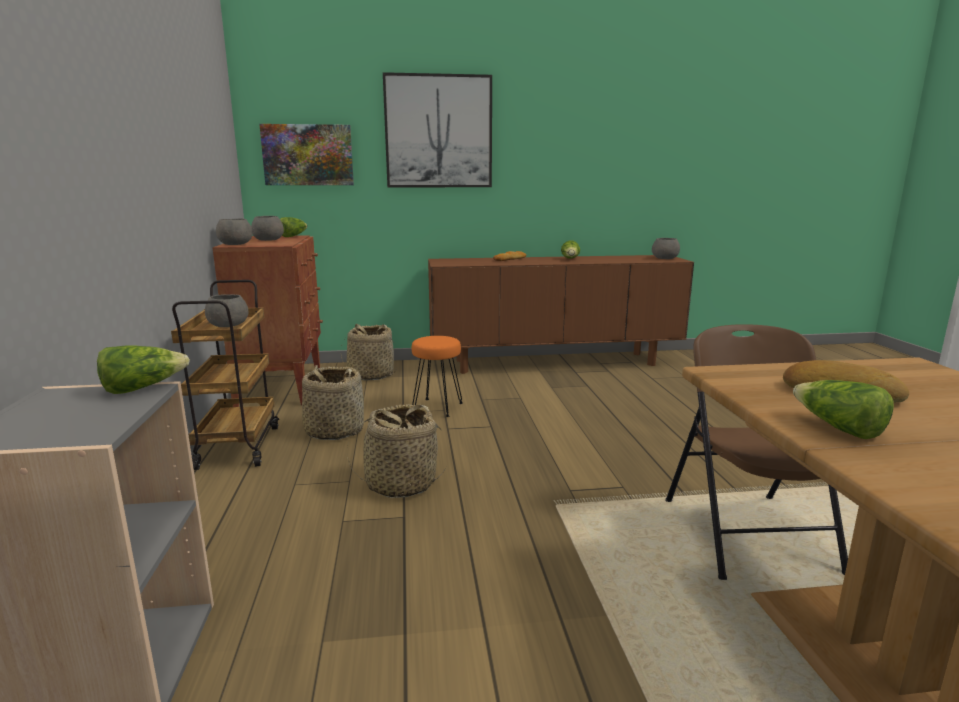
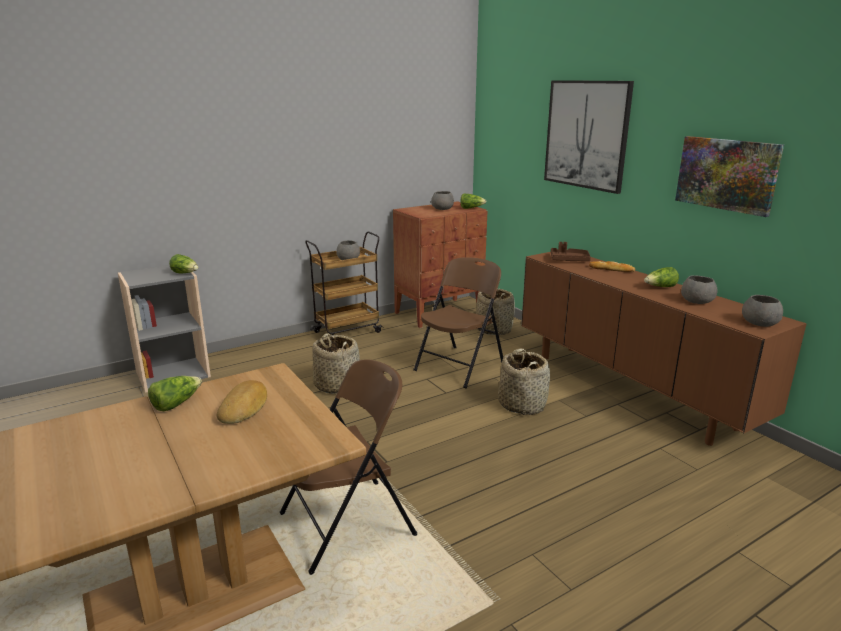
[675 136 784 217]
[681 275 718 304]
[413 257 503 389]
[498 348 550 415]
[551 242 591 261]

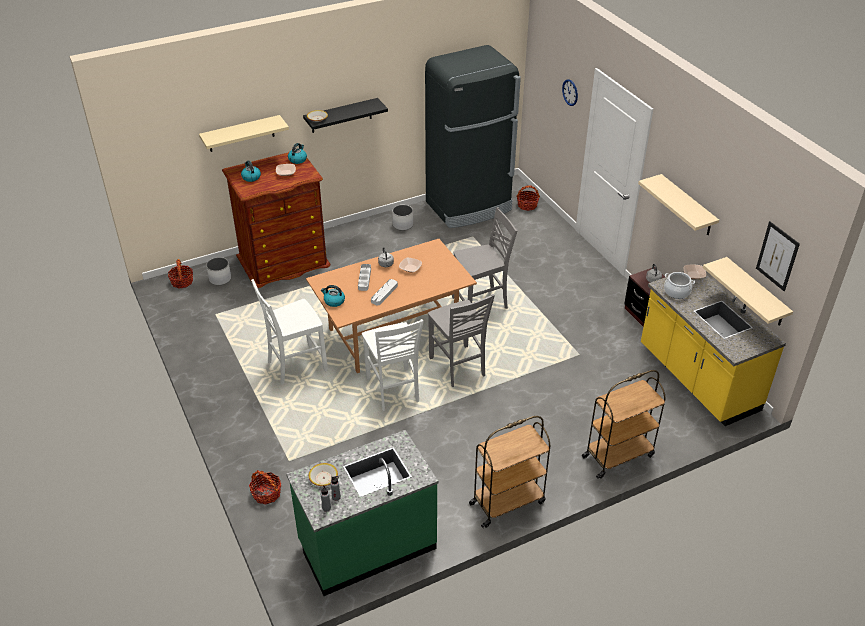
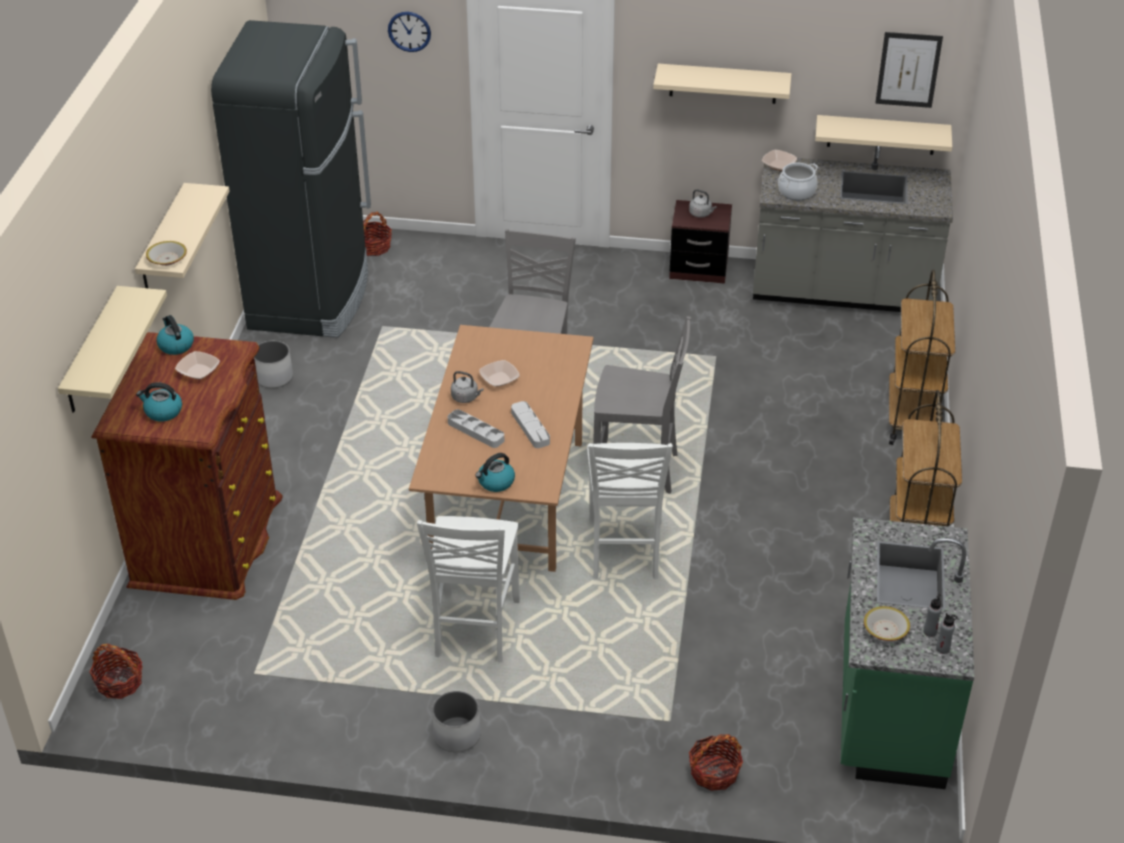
[135 183 230 288]
[432 691 481 752]
[753 146 953 312]
[587 443 673 579]

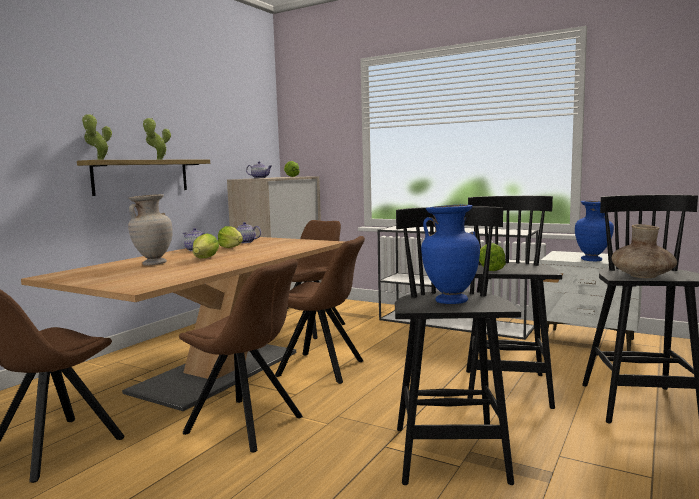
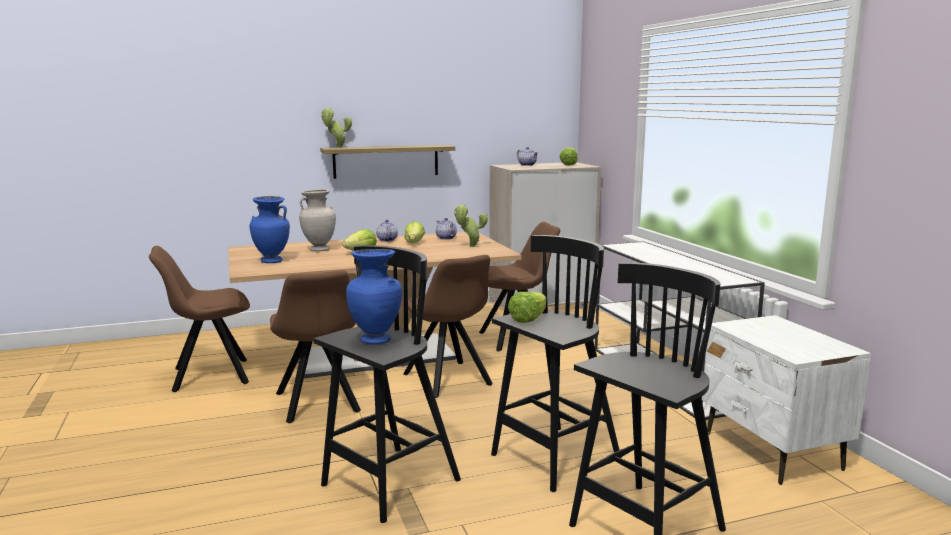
[454 204 488 247]
[250 196 290 263]
[611 224 677 278] (first image)

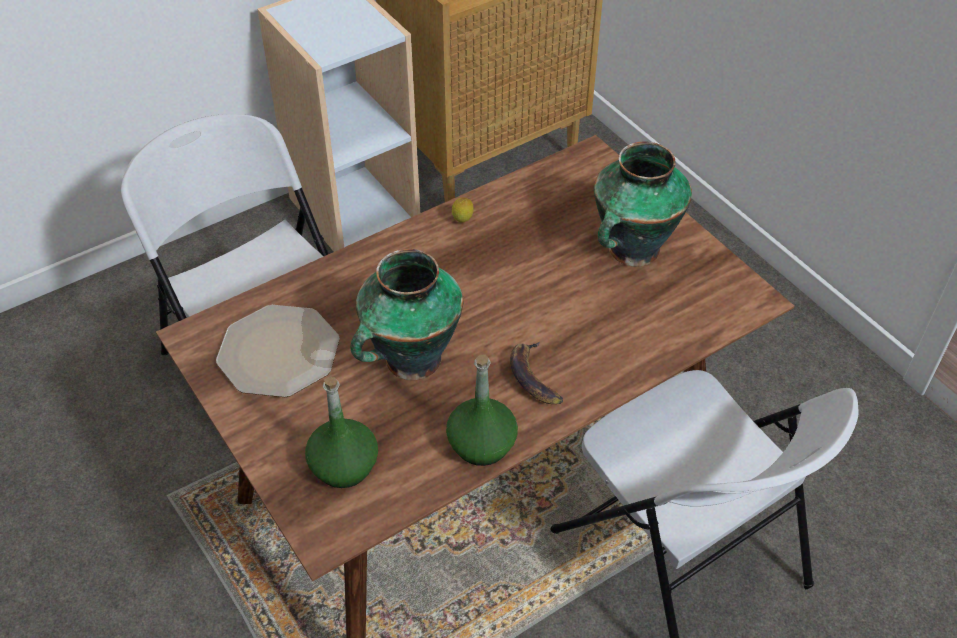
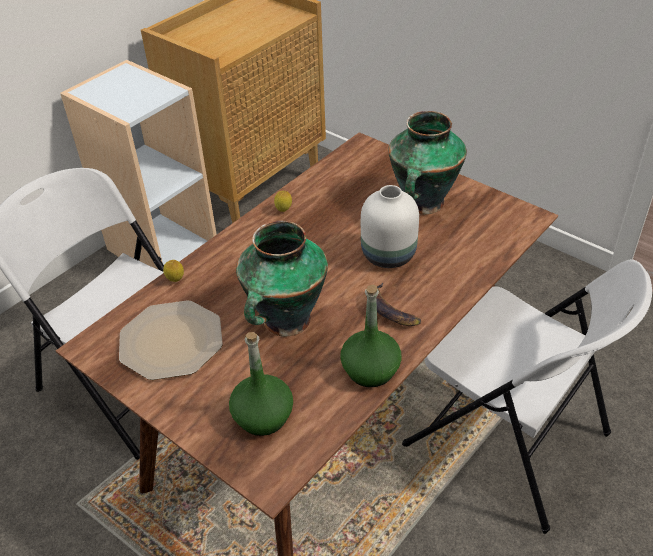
[361 185 419 268]
[163 260 184 282]

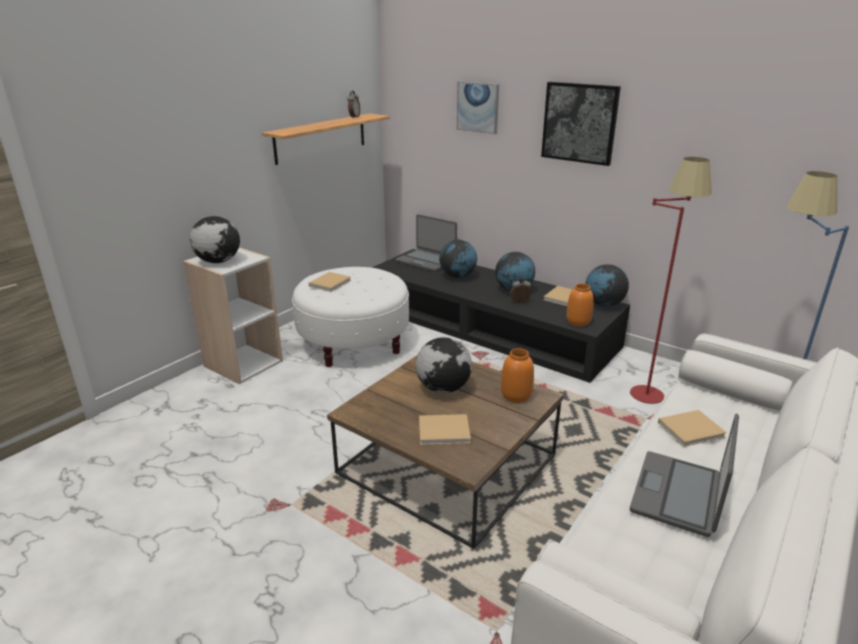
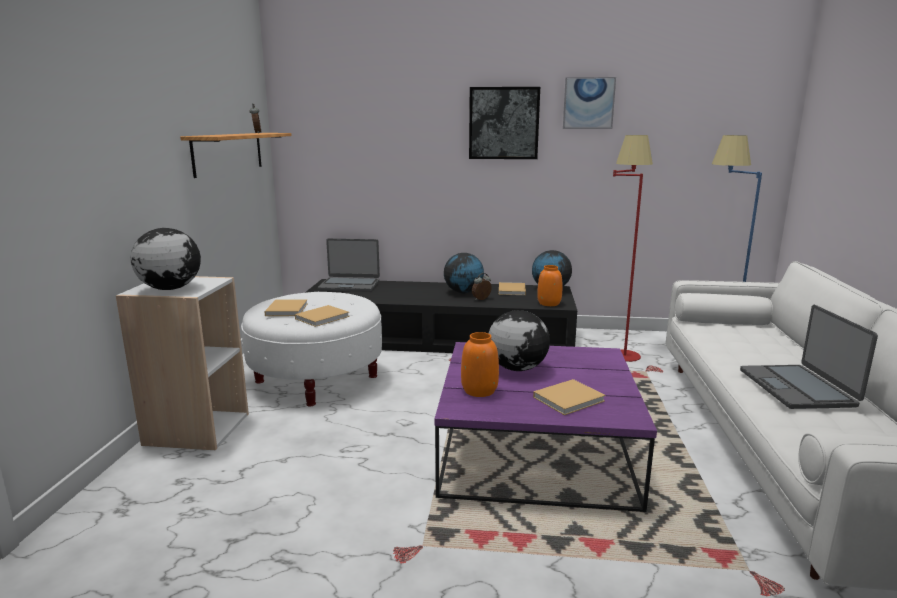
[563 77 616 129]
[439 240 477 278] (first image)
[461 332 499 397]
[435 342 657 512]
[295 305 350 327]

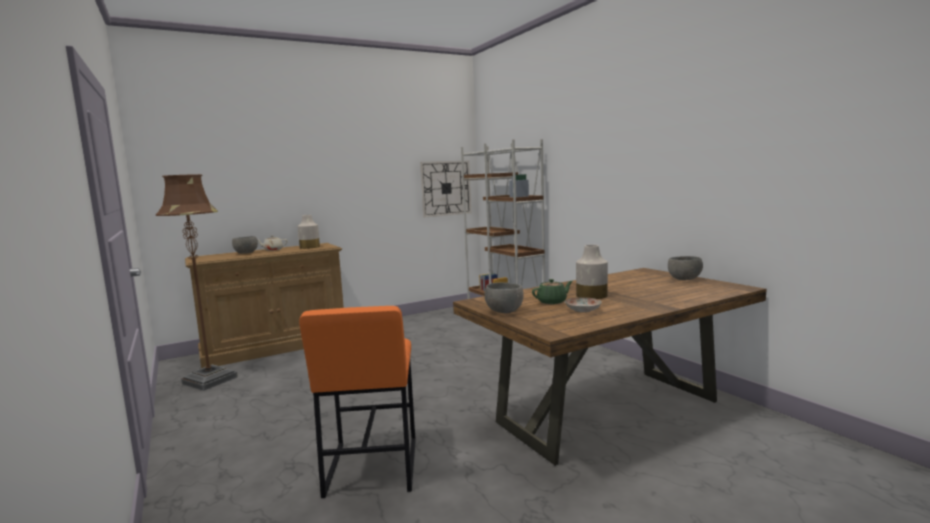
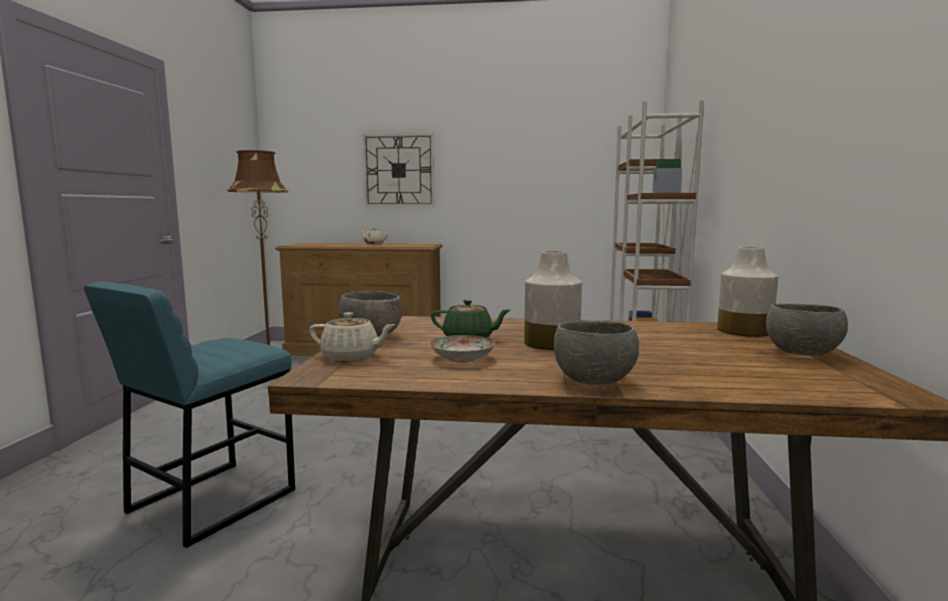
[363 133 434 206]
[717 247 778 337]
[554 321 639 385]
[84 281 295 548]
[309 312 396 362]

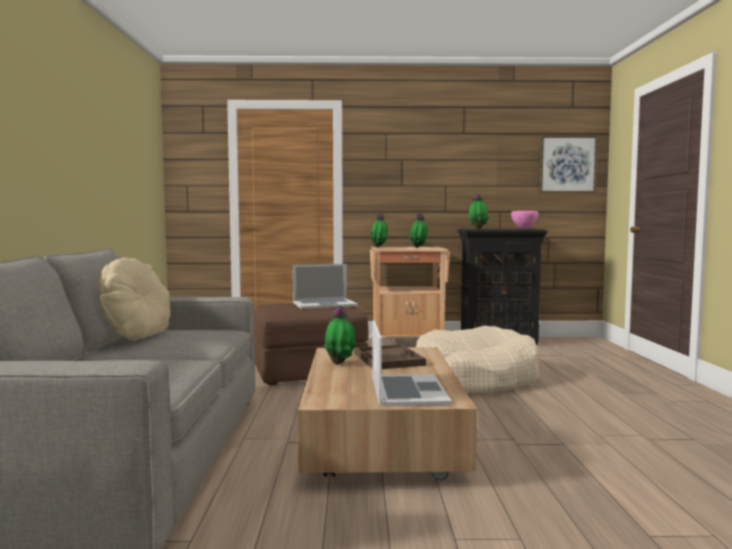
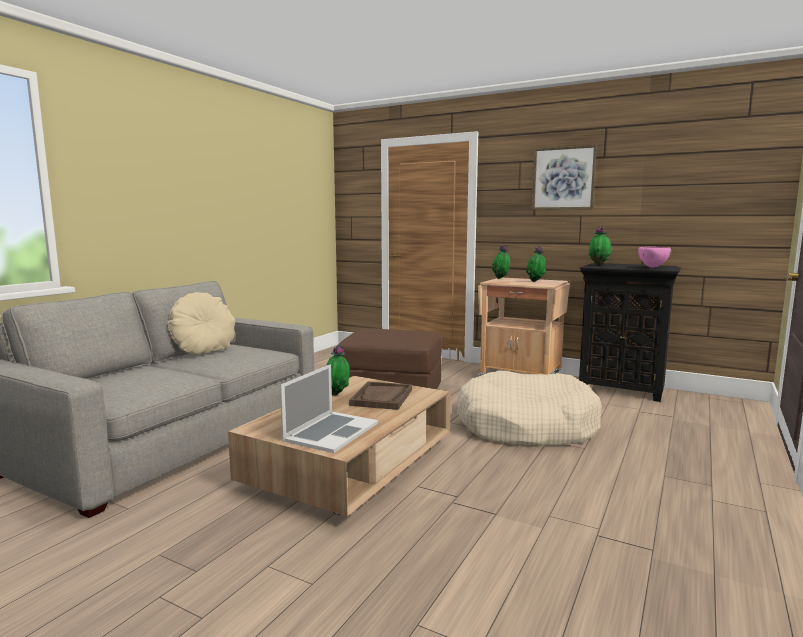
[532 145 597 210]
[293 264 358 309] (first image)

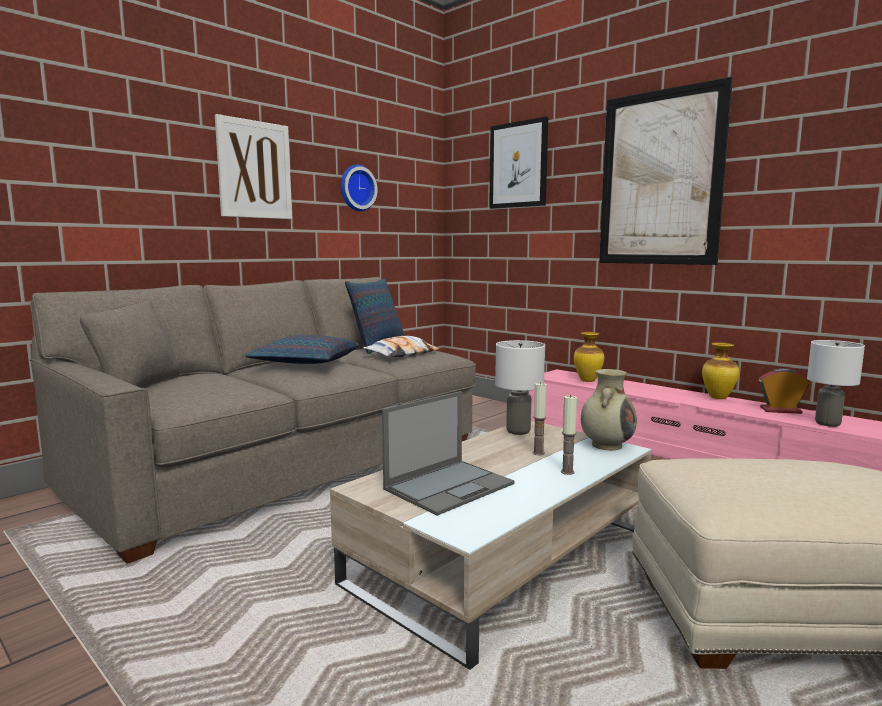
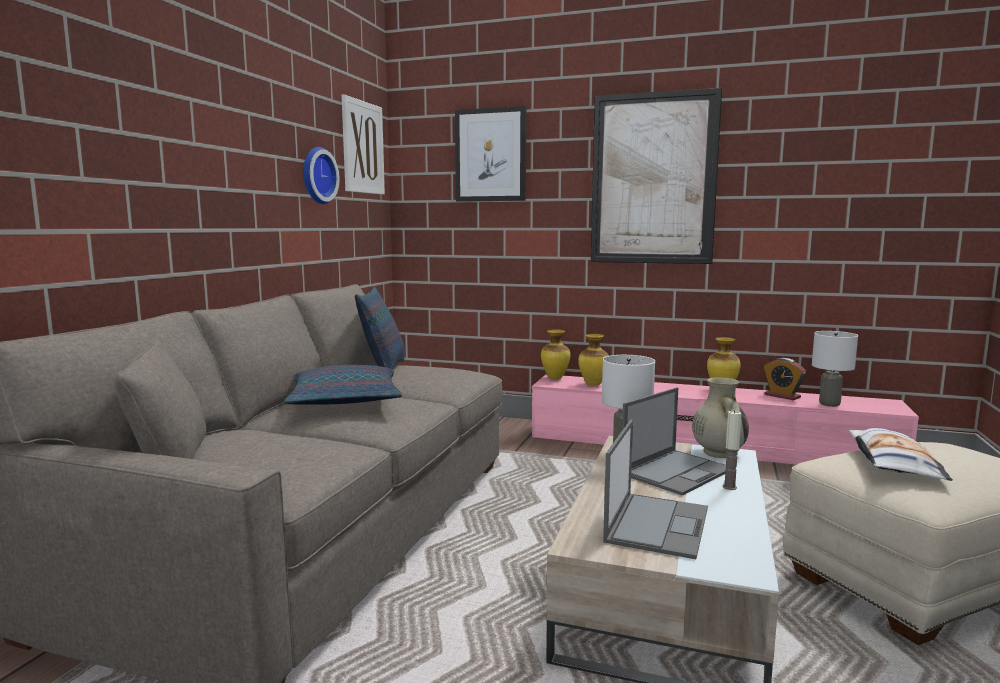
[342 94 385 195]
[849 428 953 481]
[764 358 806 400]
[622 387 726 496]
[541 329 570 379]

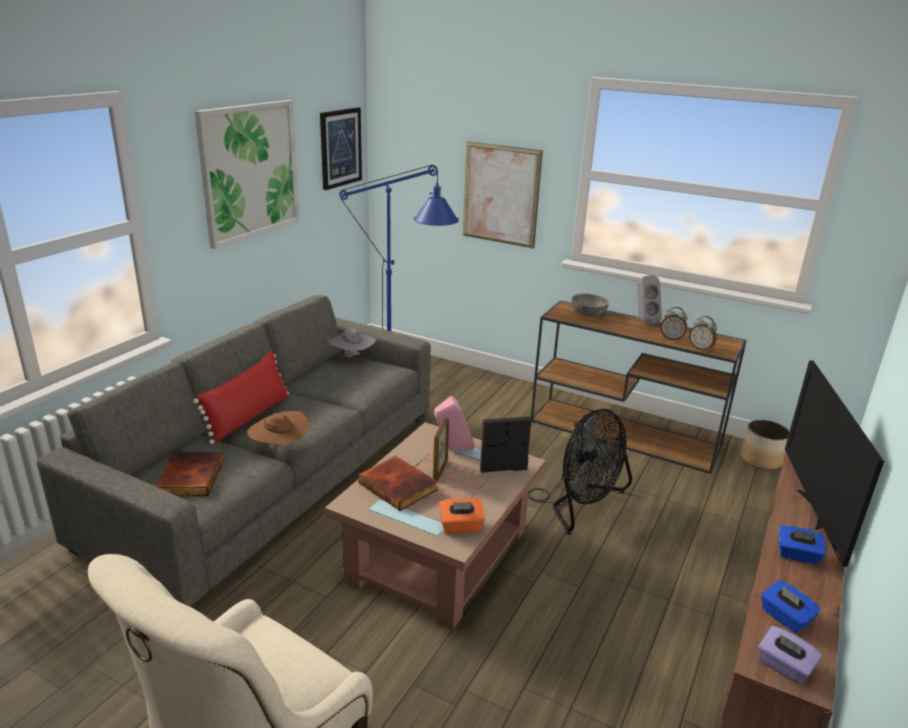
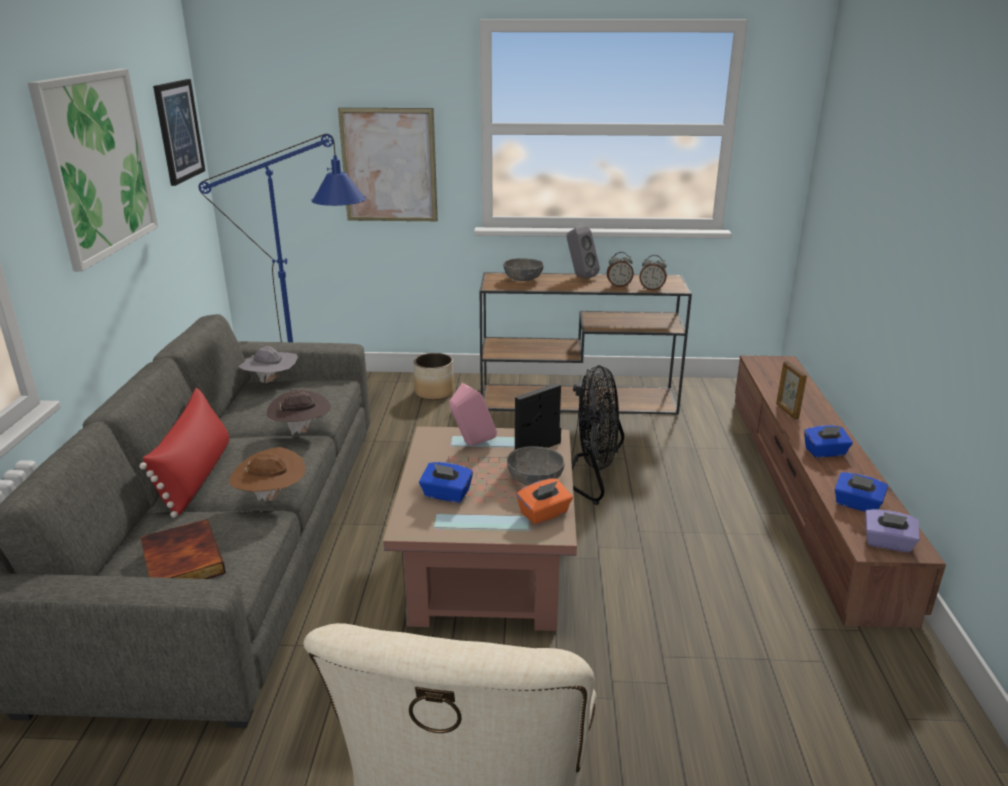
[785 360 884 567] (first image)
[776 361 807 420]
[414 353 454 400]
[419 462 473 503]
[266 389 331 435]
[507 446 565 486]

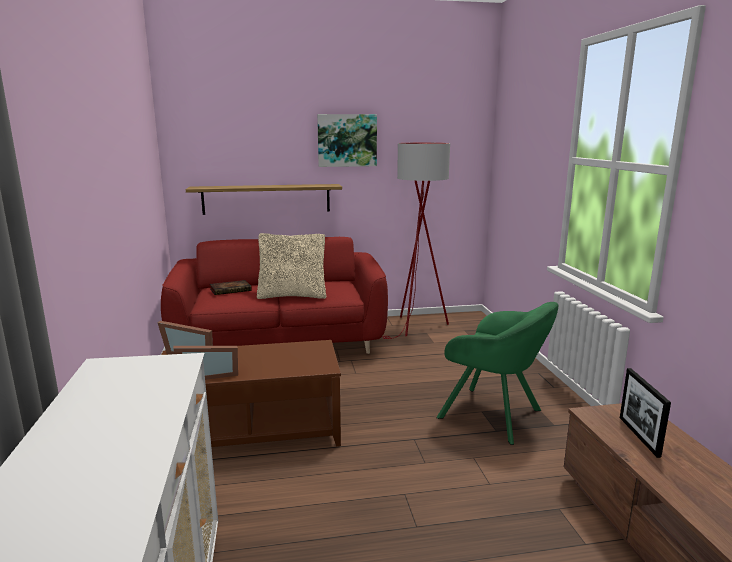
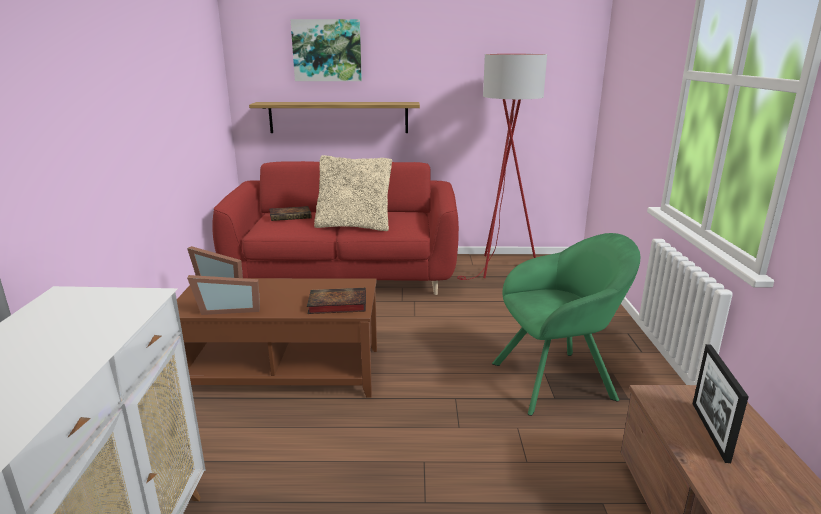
[290 19 362 81]
[492 233 640 416]
[307 288 366 314]

